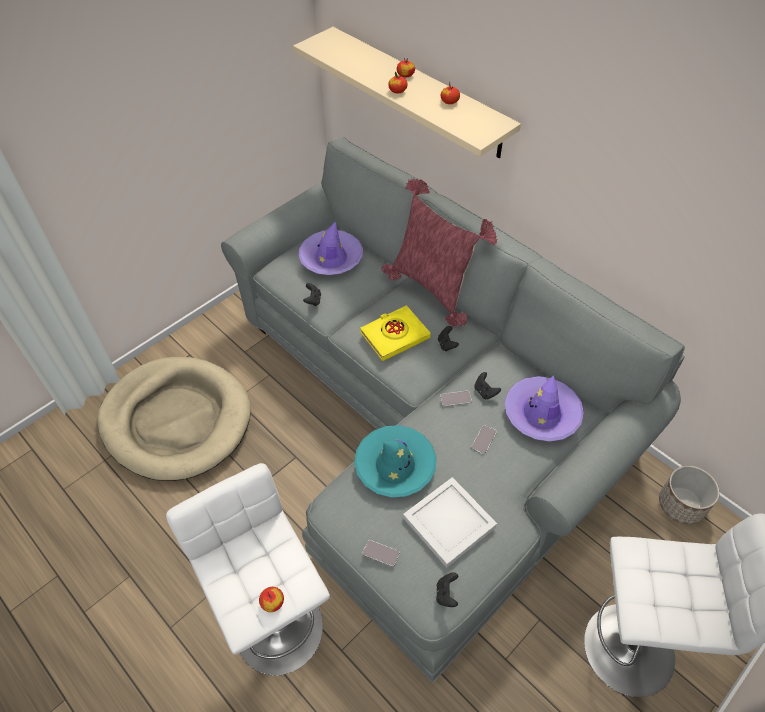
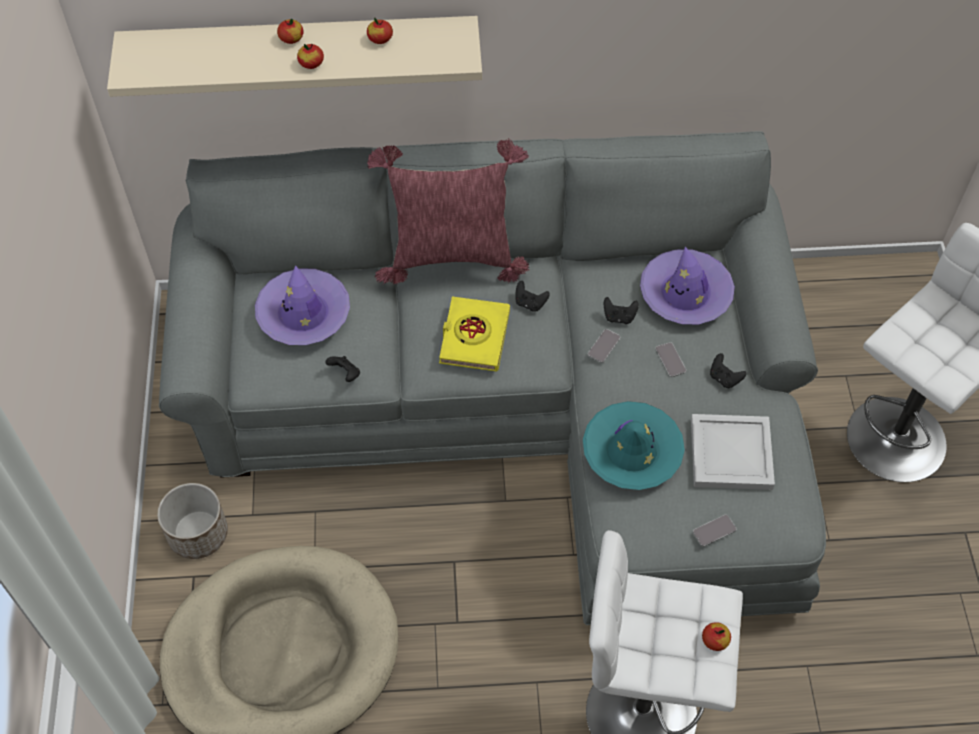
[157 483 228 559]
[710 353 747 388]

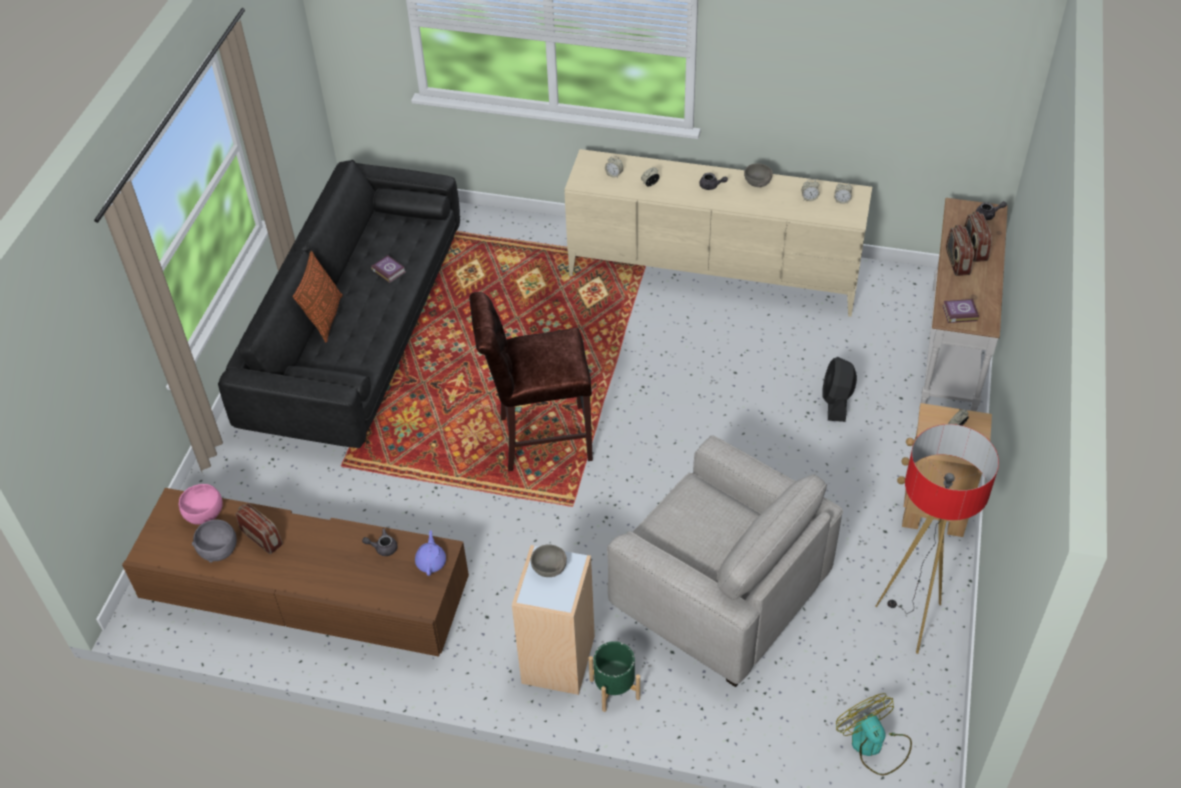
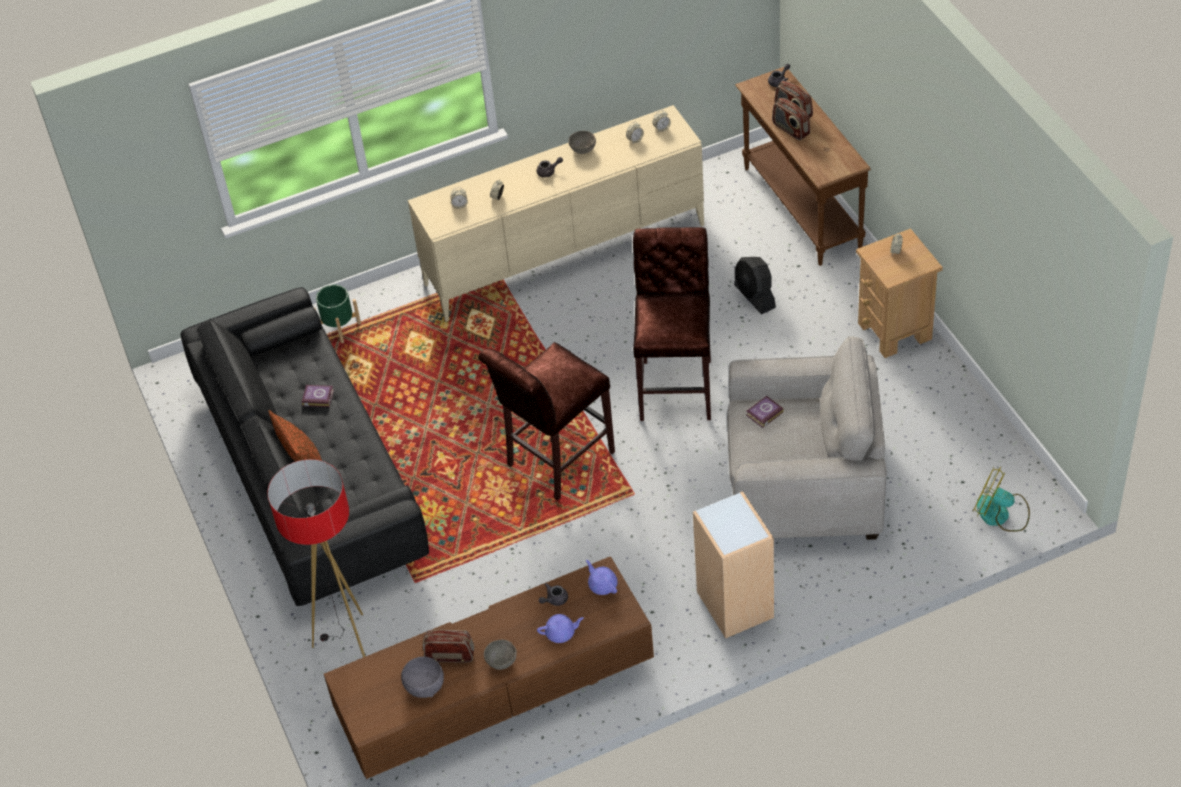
[735 67 871 266]
[746 396 784 428]
[267 459 366 657]
[179 484 223 525] (first image)
[484 640 517 670]
[315 285 361 343]
[633 227 711 421]
[537 614 584 643]

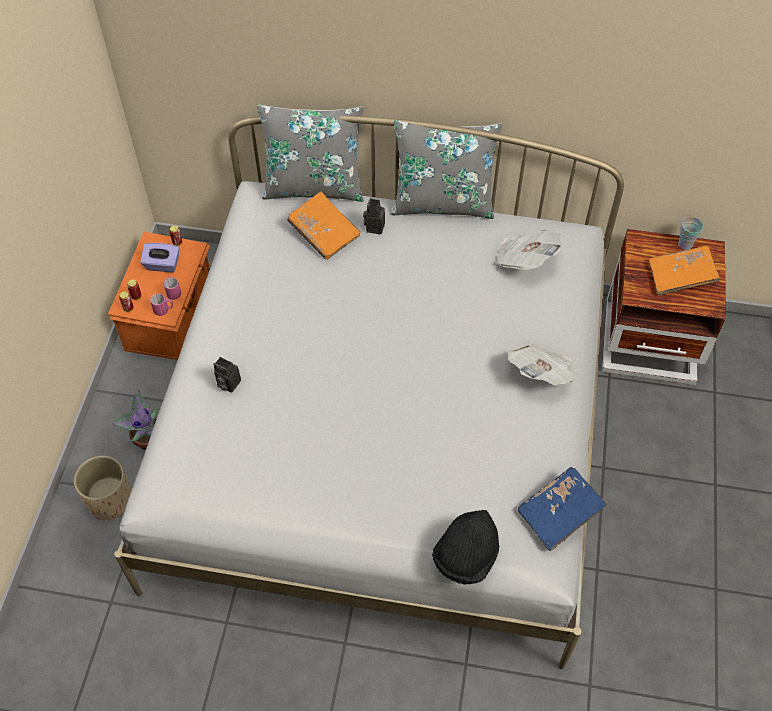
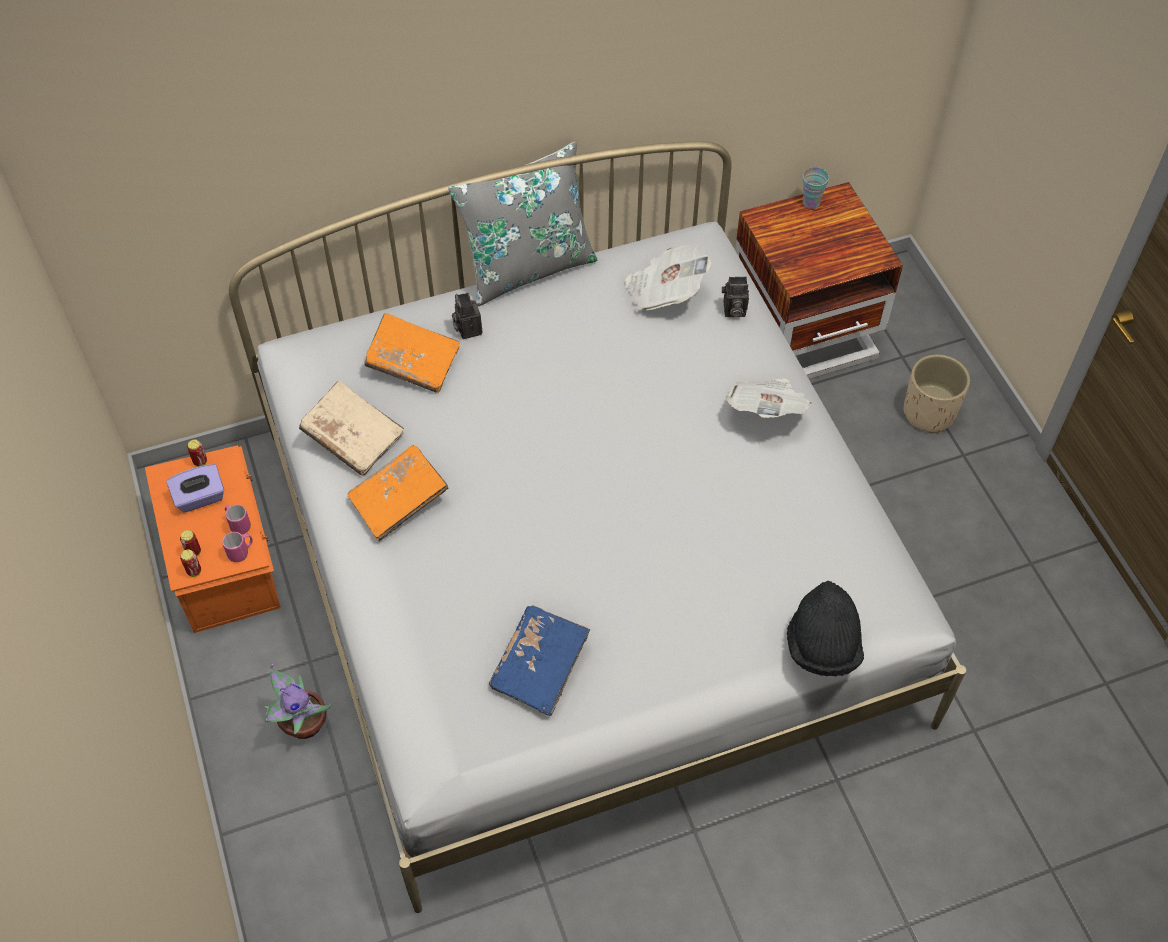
[257 104 364 202] (first image)
[348 445 448 541]
[722 277 749 317]
[904 354 970 434]
[489 606 590 716]
[299 380 404 475]

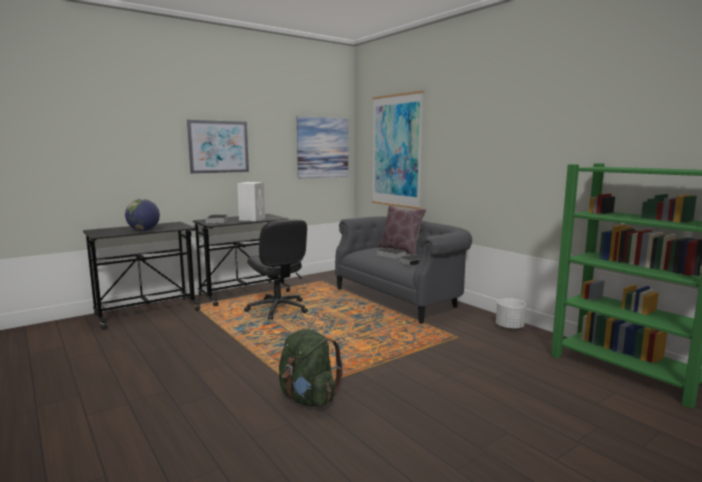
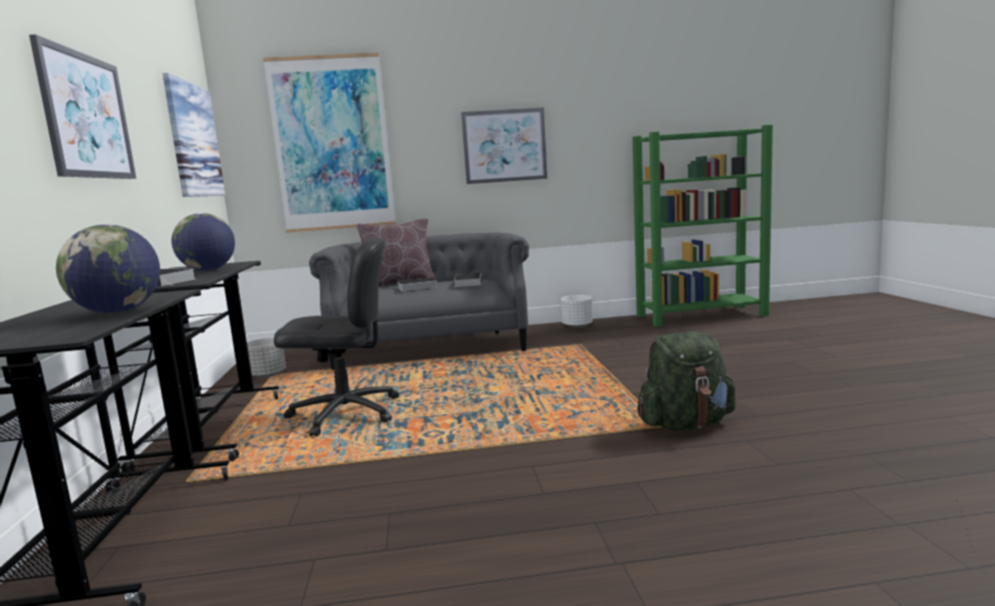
[171 213 235 271]
[461 107 547 184]
[247 338 286 378]

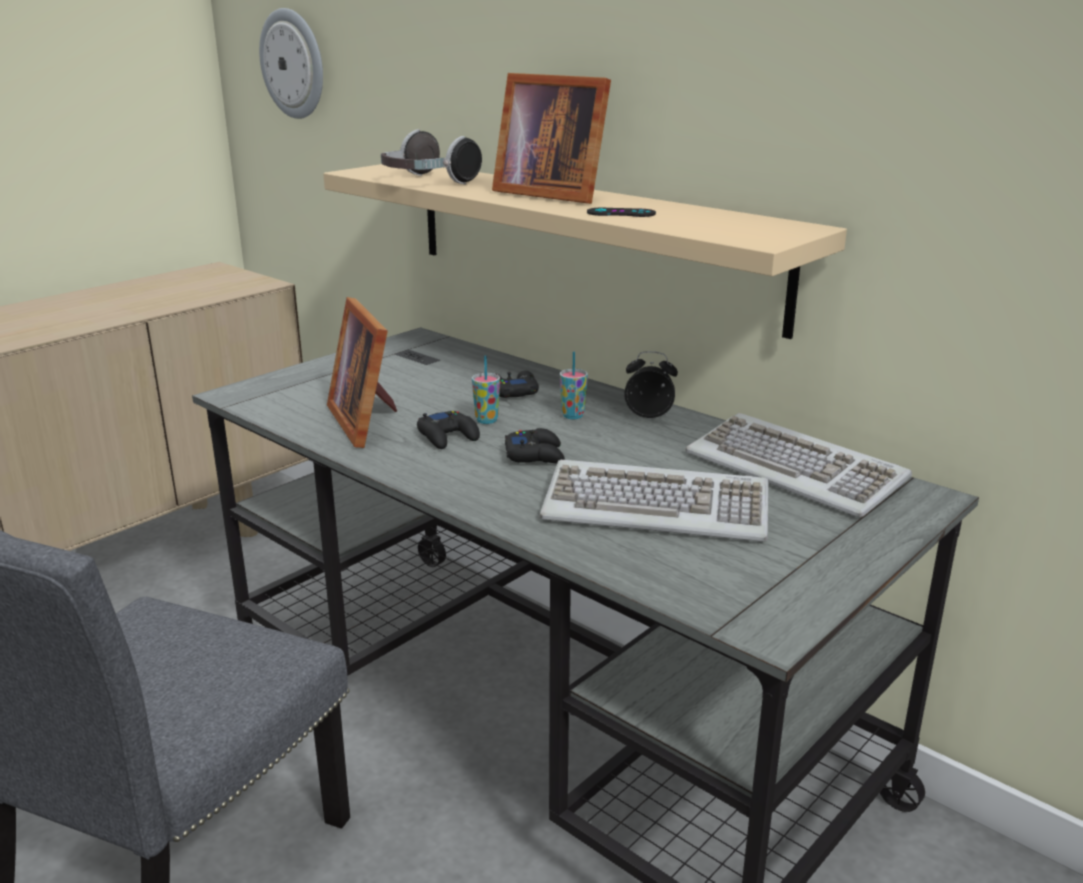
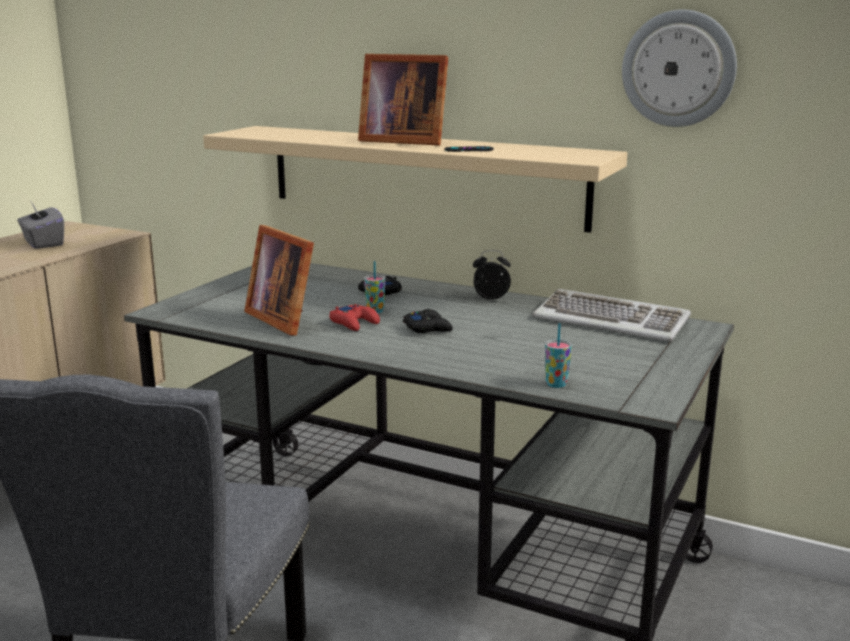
[622 10 737 127]
[381 129 482 185] (first image)
[545 323 572 388]
[329 304 380 331]
[539 460 769 541] (first image)
[17 202 64 249]

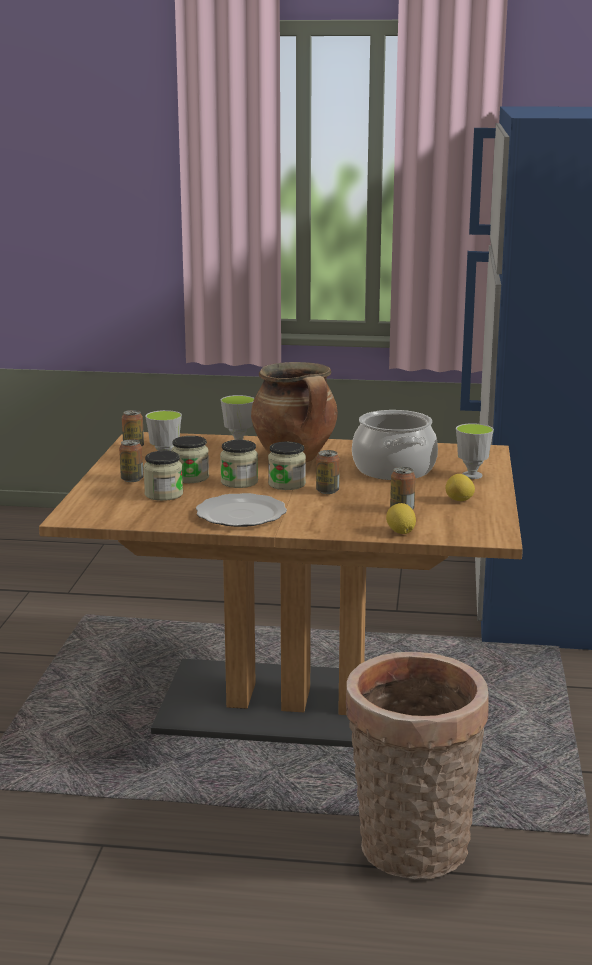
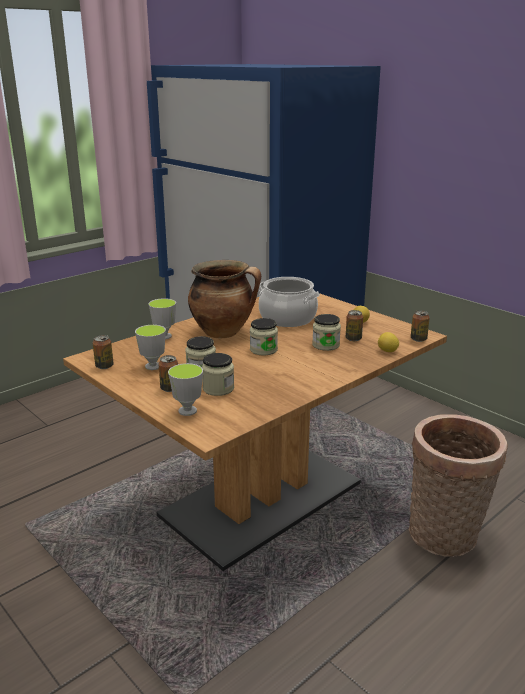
[168 363 203 416]
[312 314 341 351]
[411 310 430 342]
[196 493 287 527] (first image)

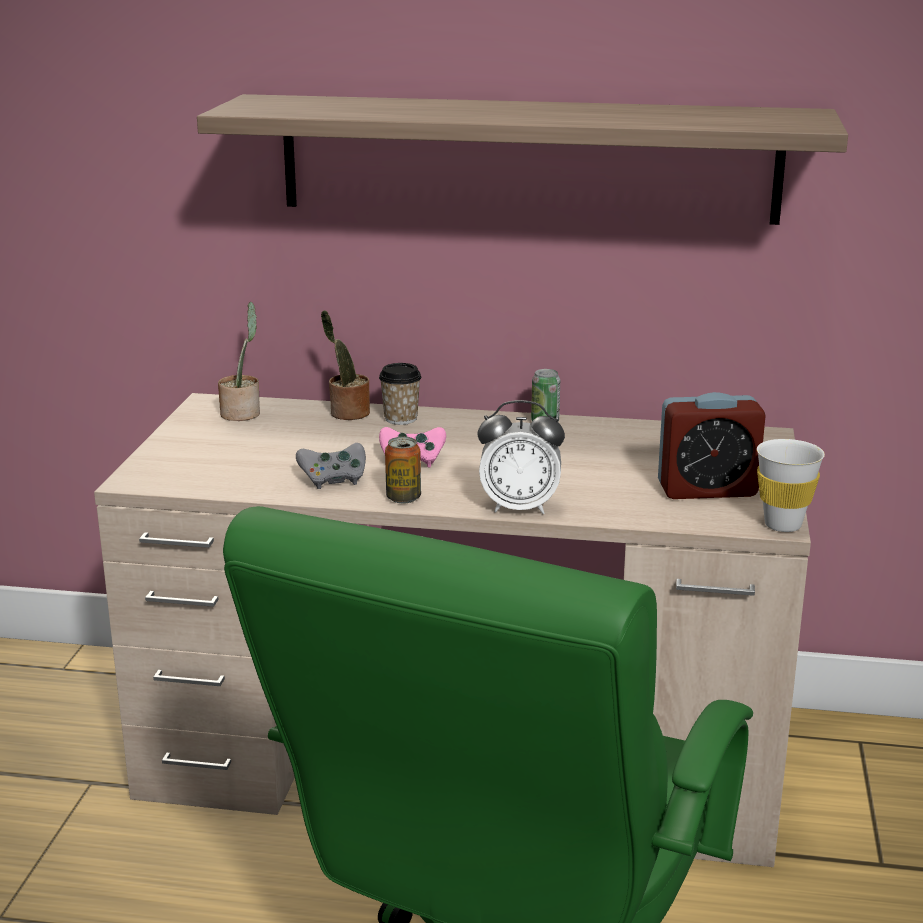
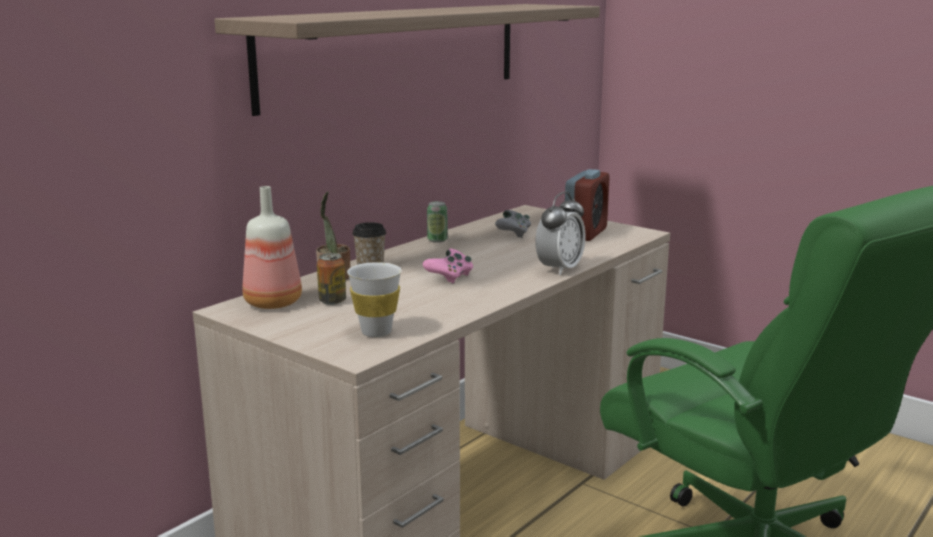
[243 186 302 309]
[317 253 346 305]
[347 262 402 337]
[495 210 531 238]

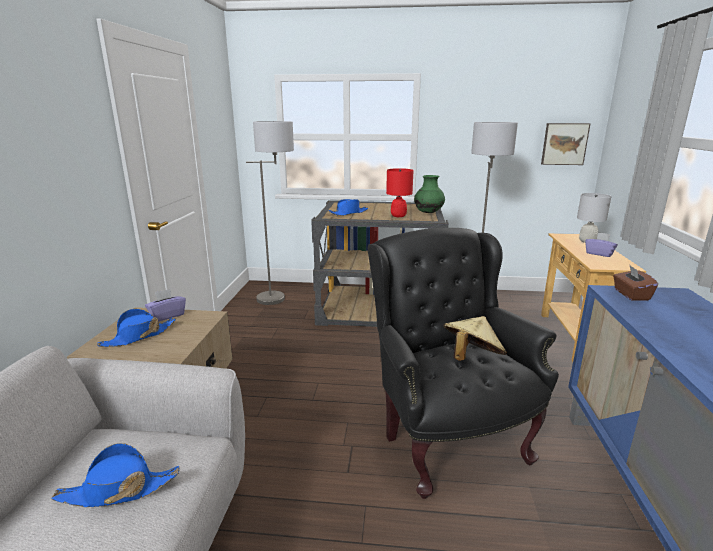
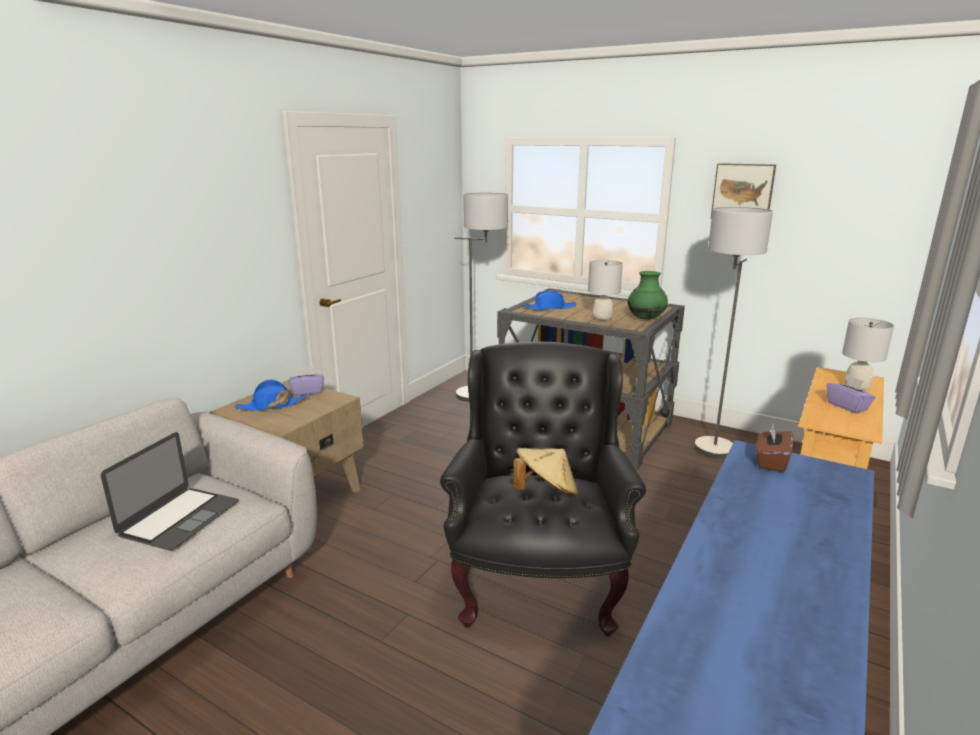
[711 163 776 219]
[588 260 623 321]
[101 432 238 550]

